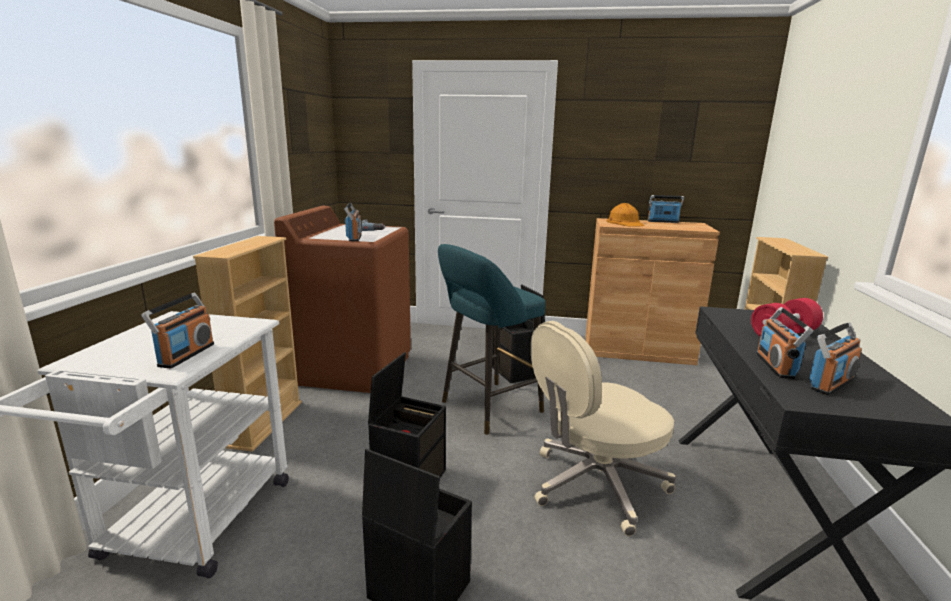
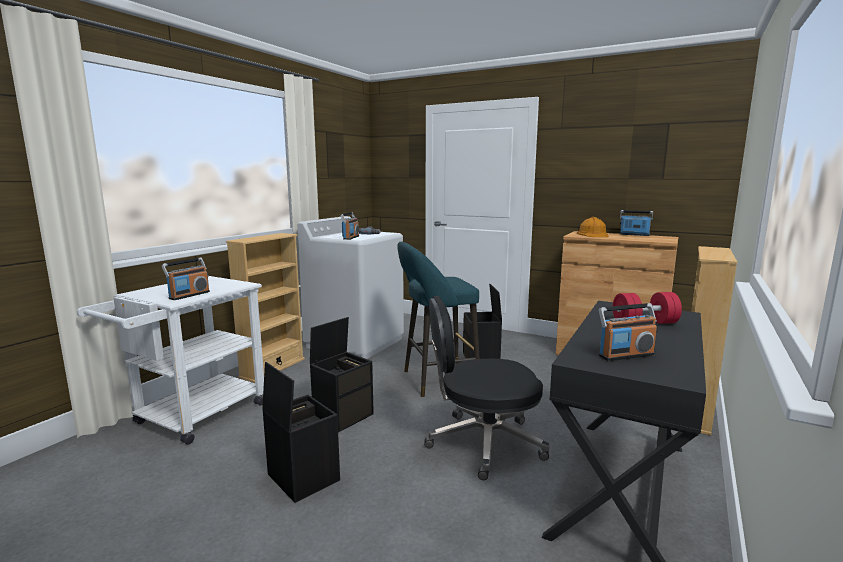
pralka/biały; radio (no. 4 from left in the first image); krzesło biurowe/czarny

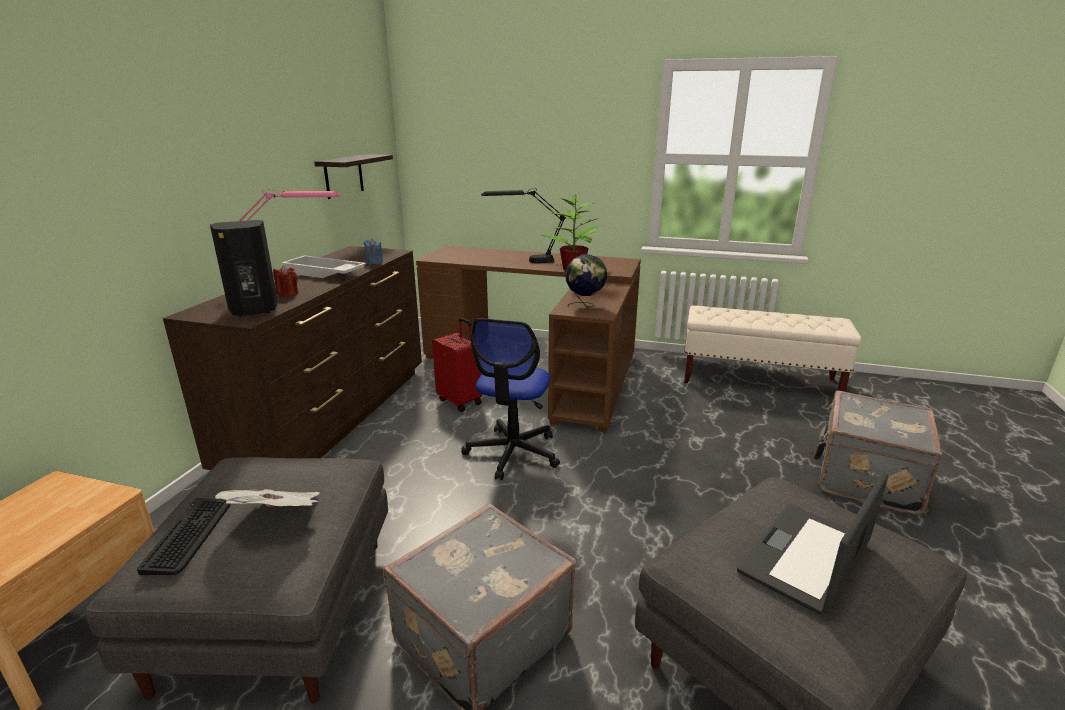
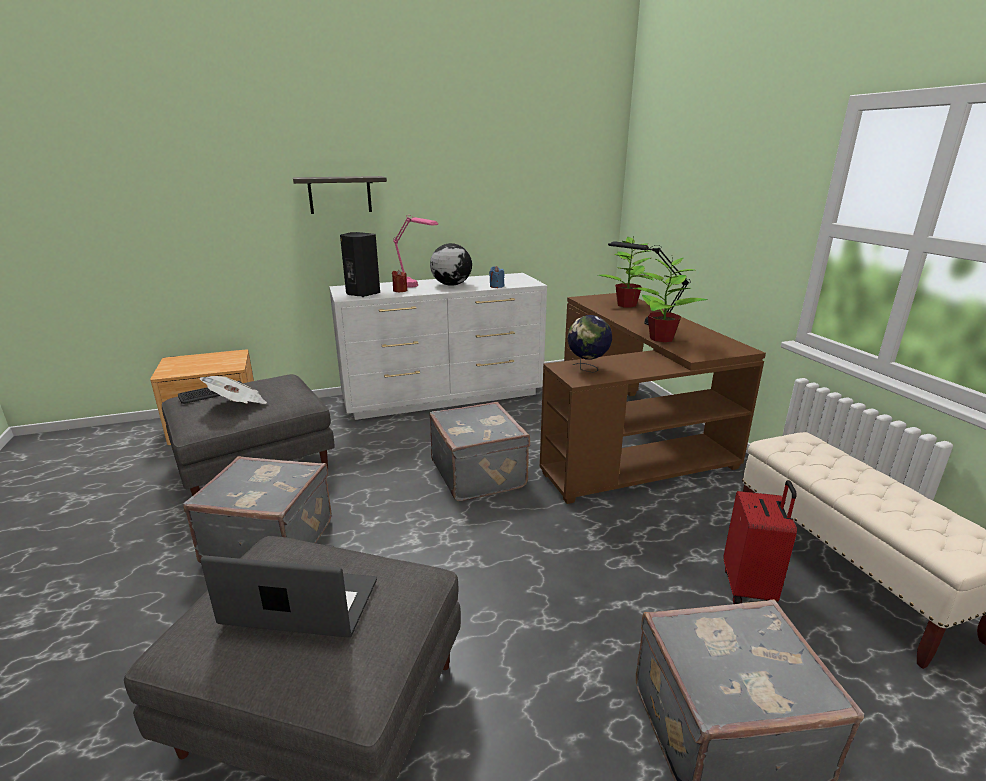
półka; komoda/biały; globus (no. 1 from left); walizka/czerwony; walizka/szary (no. 2 from left); roślina doniczkowa (no. 1 from left)

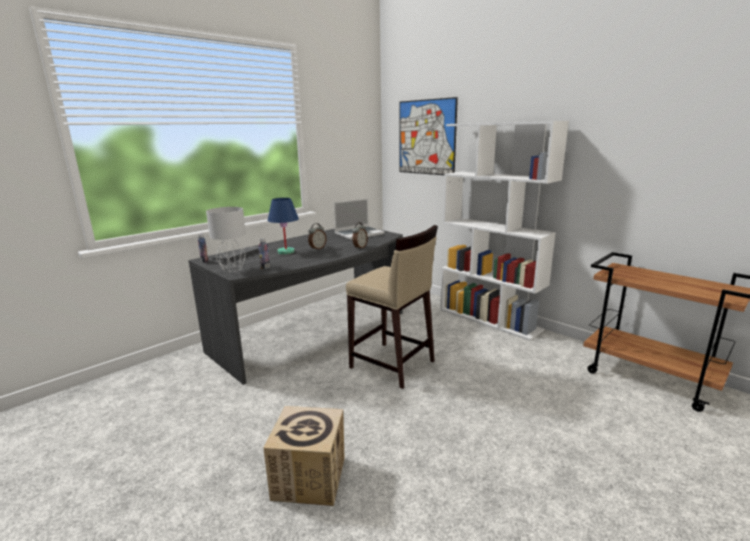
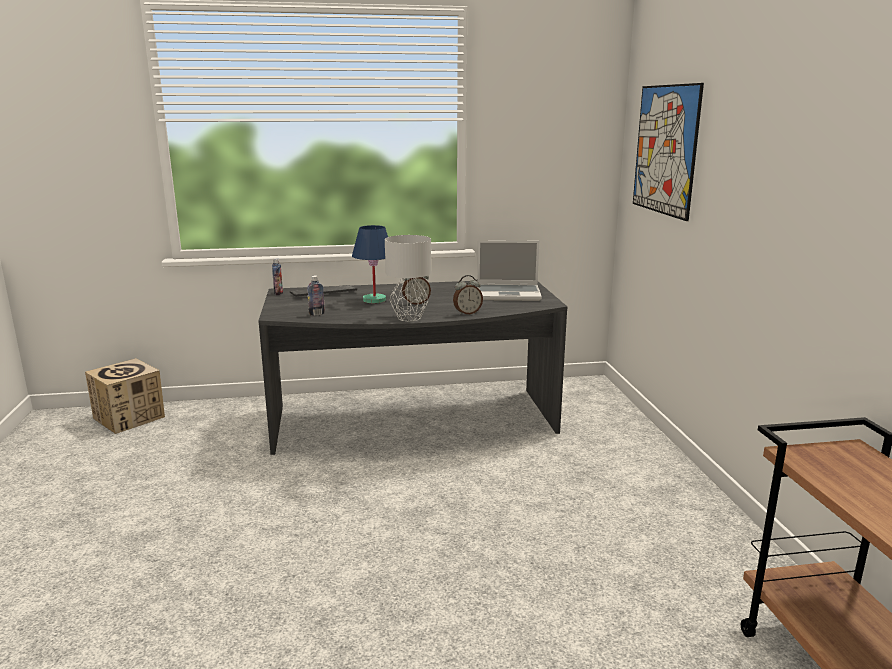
regał/biały; lampa stołowa/szary; stołek/beżowy; karton

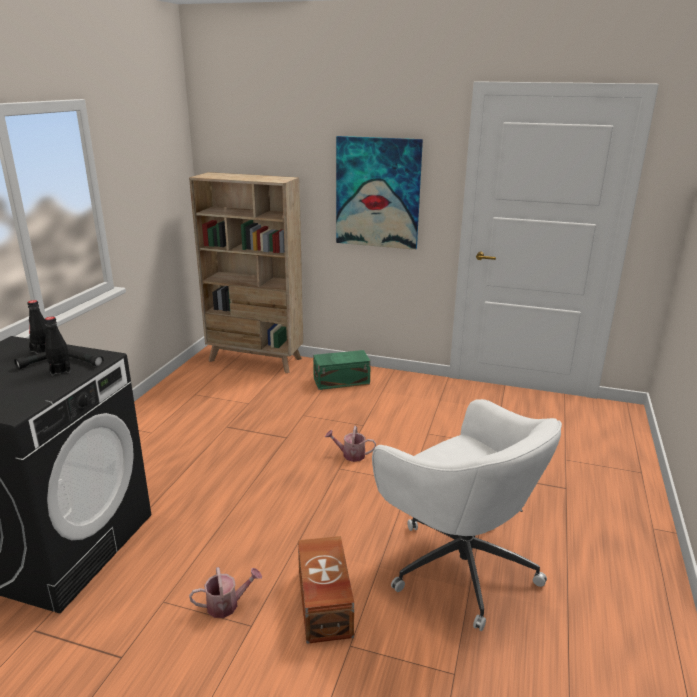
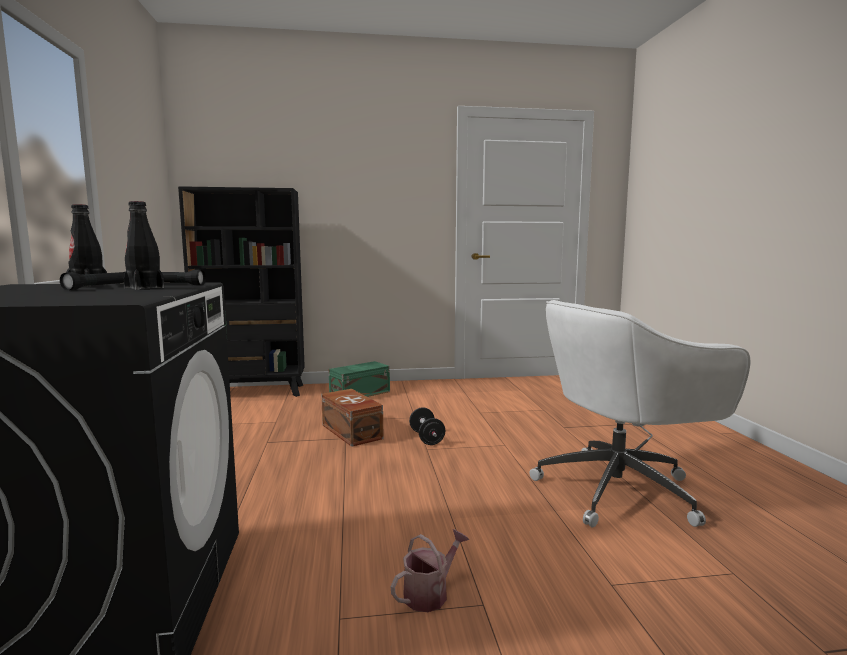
obraz; regał/czarny; krzesło biurowe/biały; hantel/czarny; pojemnik do przechowywania/brązowy

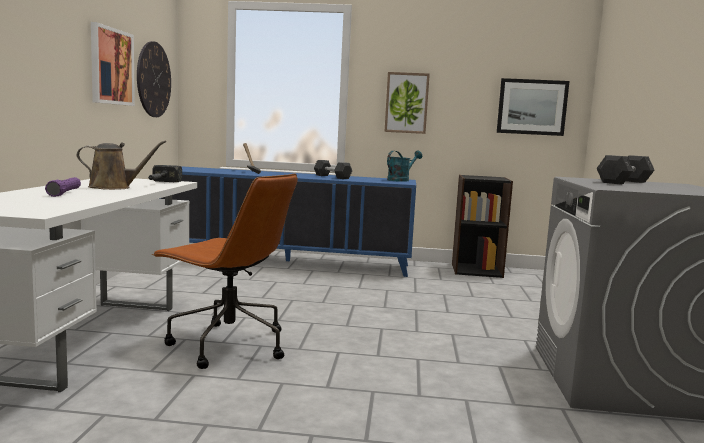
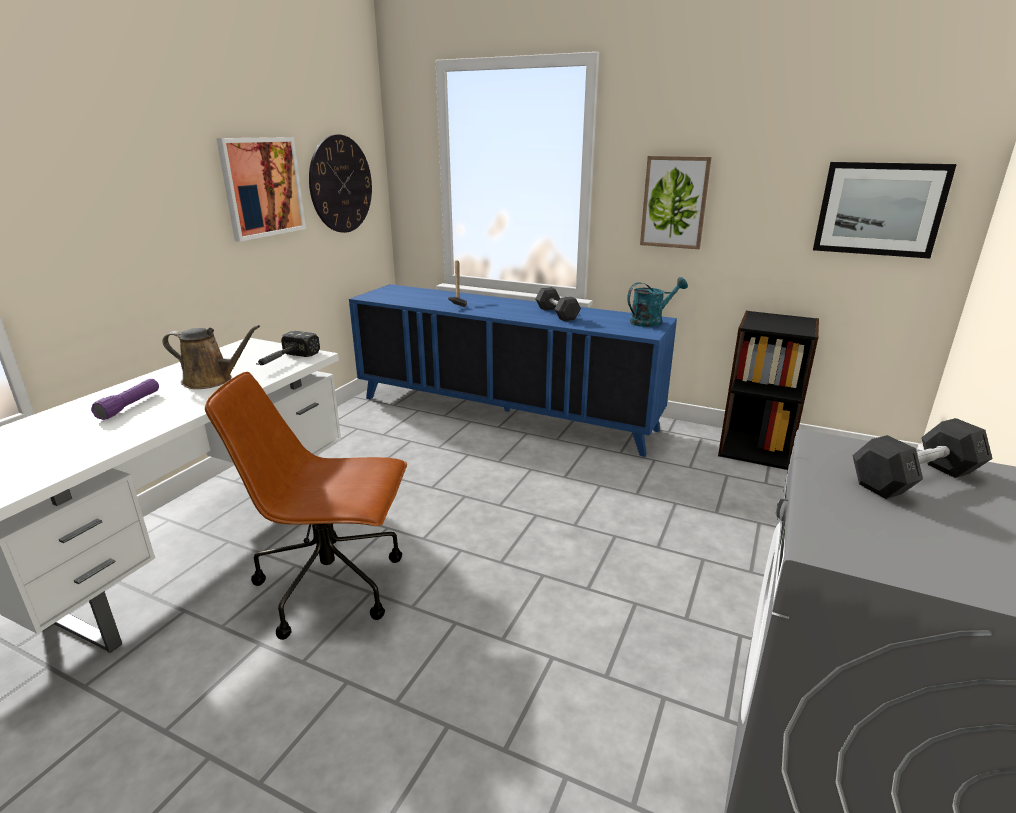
krzesło biurowe/brązowy

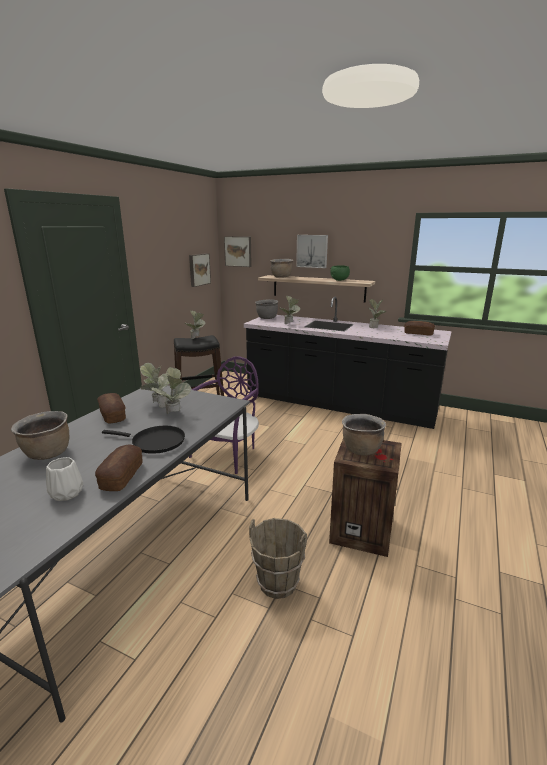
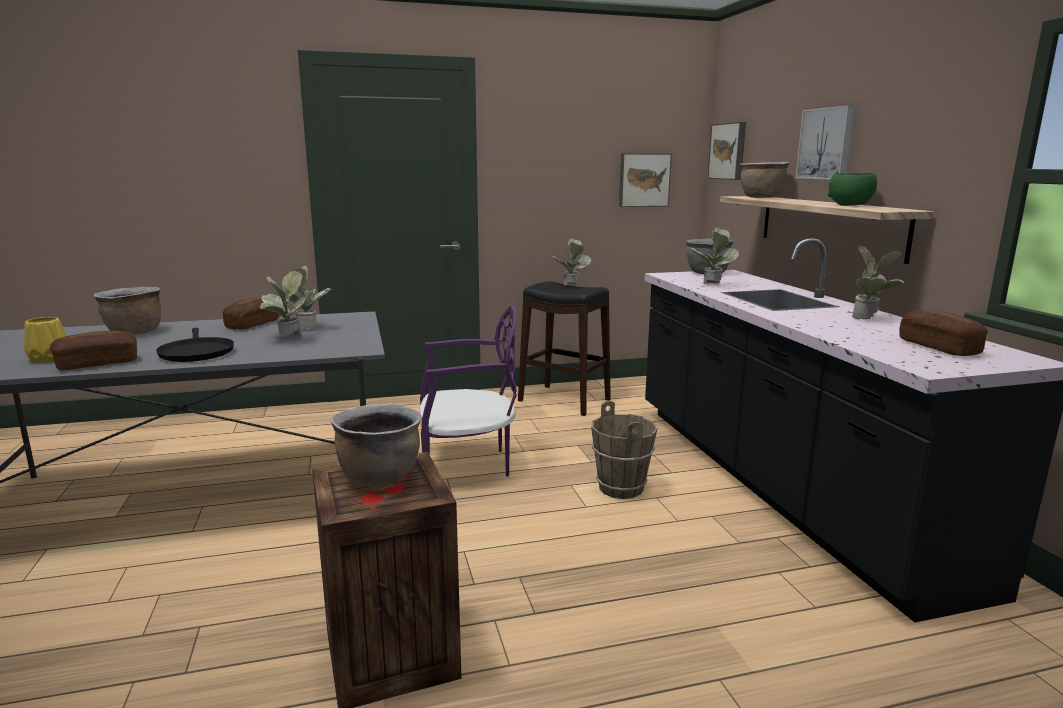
wazon/żółty; wiadro/brązowy

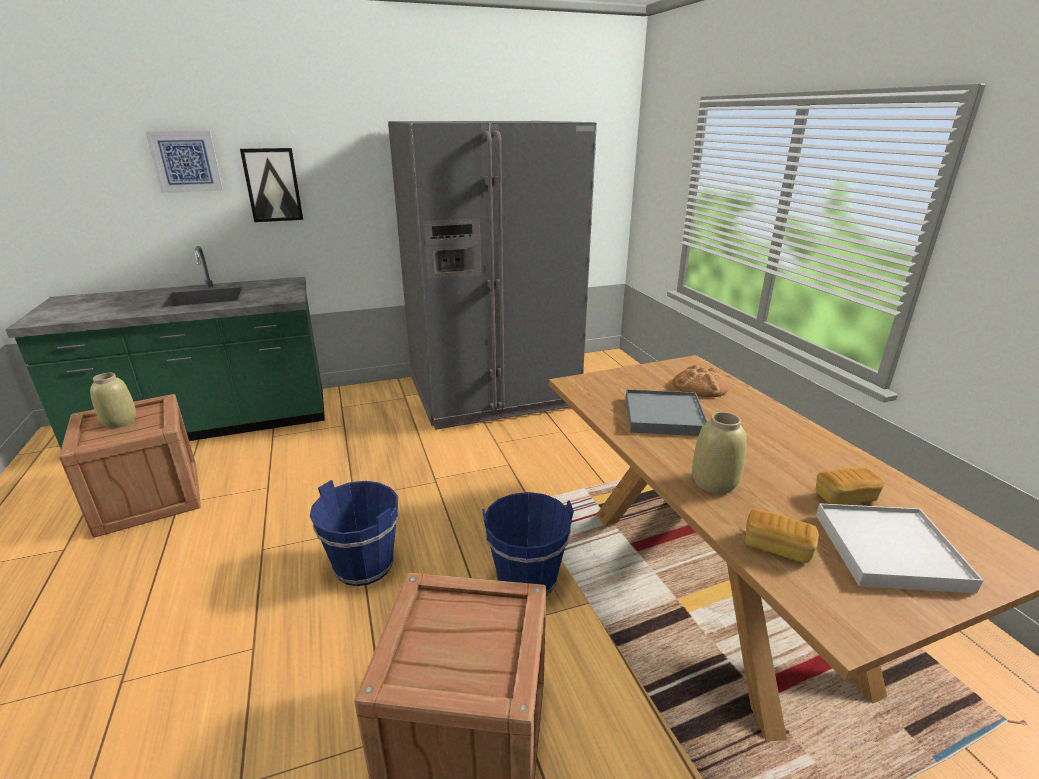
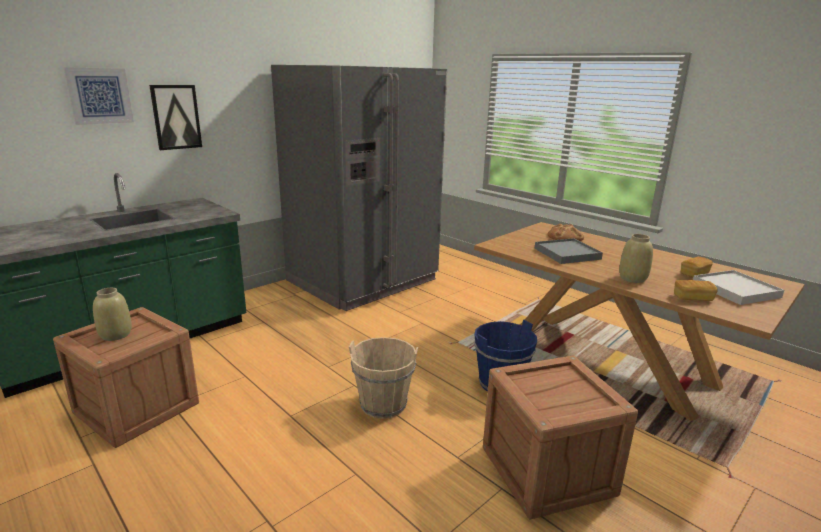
wiadro/beżowy

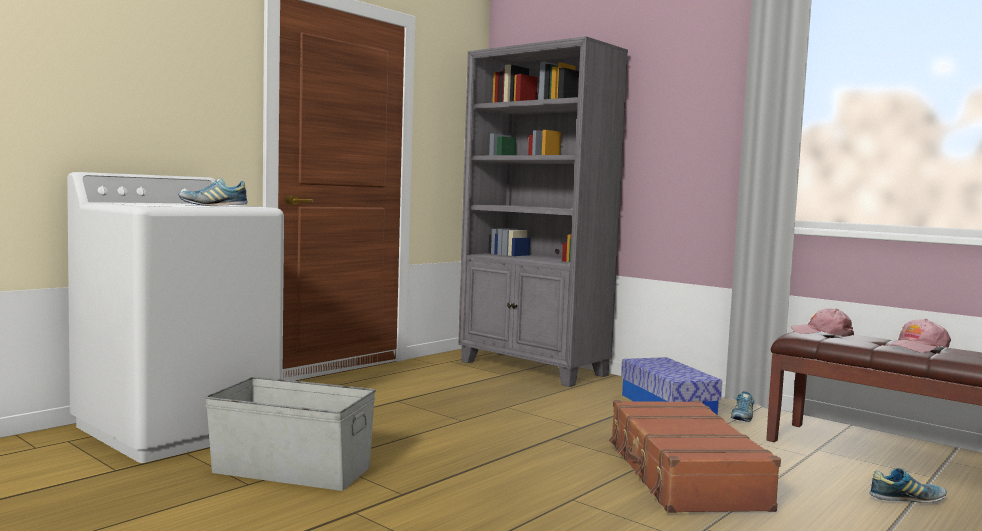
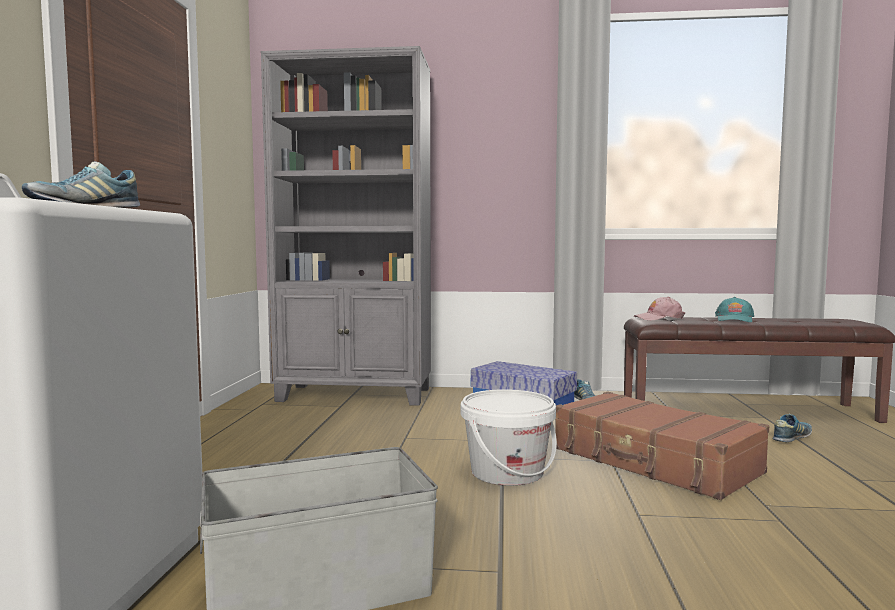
czapka z daszkiem/turkusowy; wiadro/biały

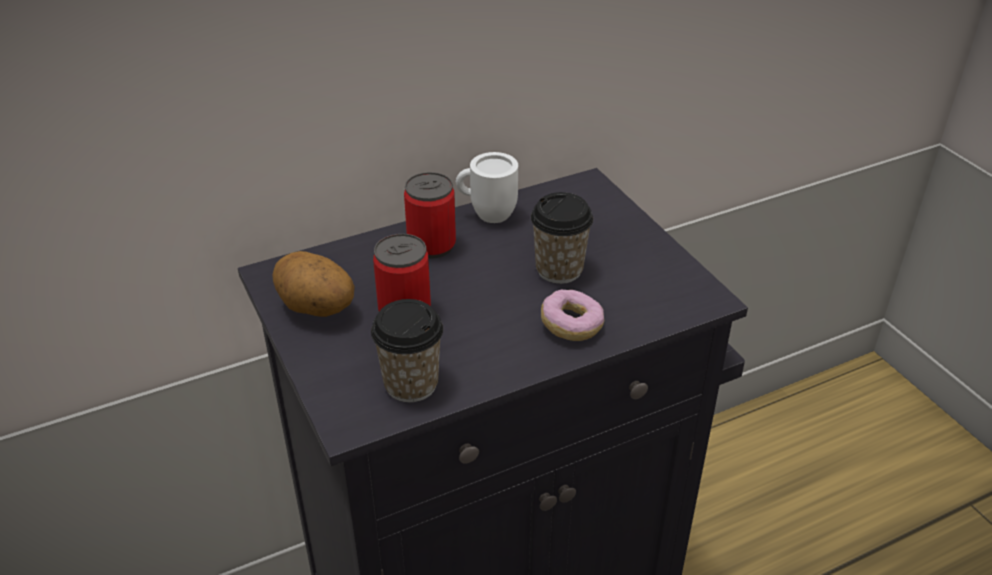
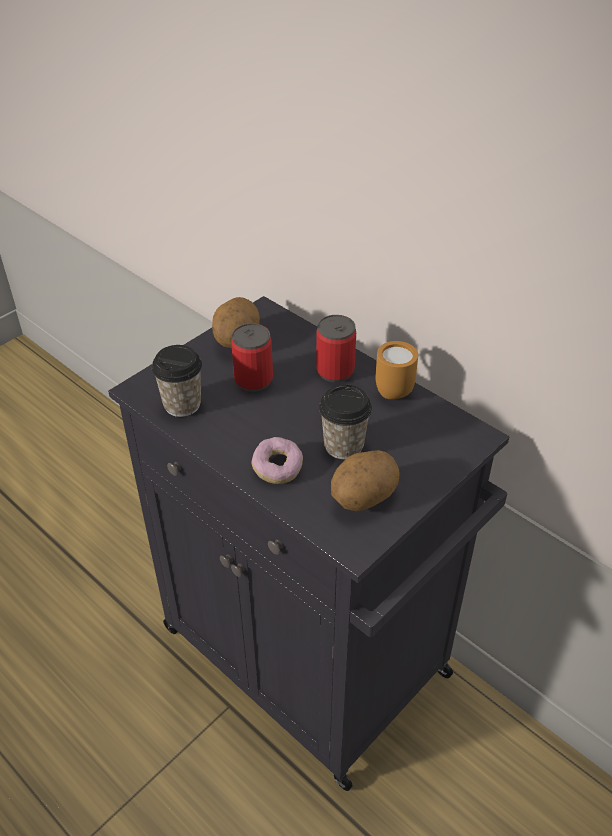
kubek/pomarańczowy; ziemniak (no. 2 from left)

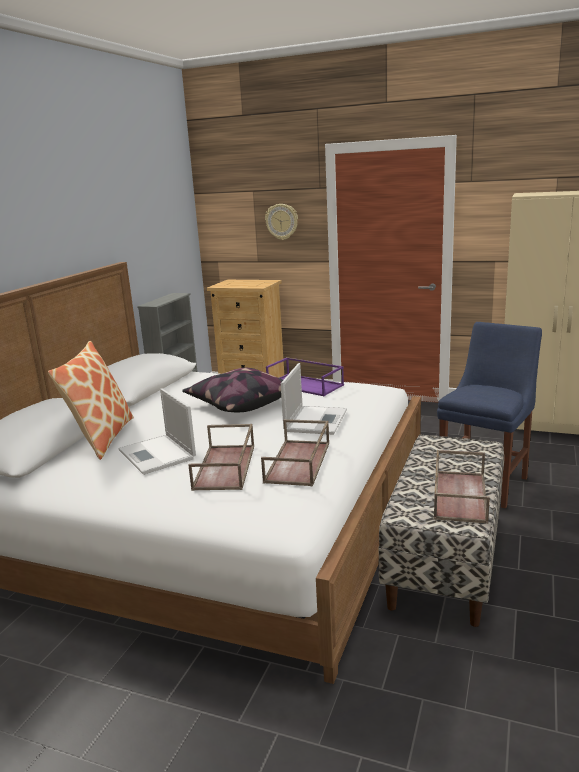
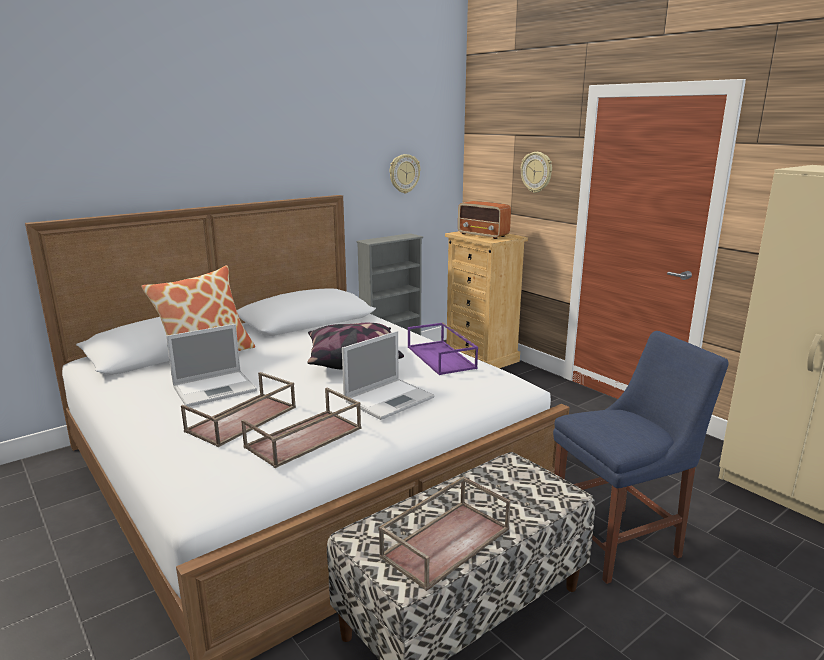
laptop (no. 1 from left); zegar ścienny (no. 1 from left); radio

